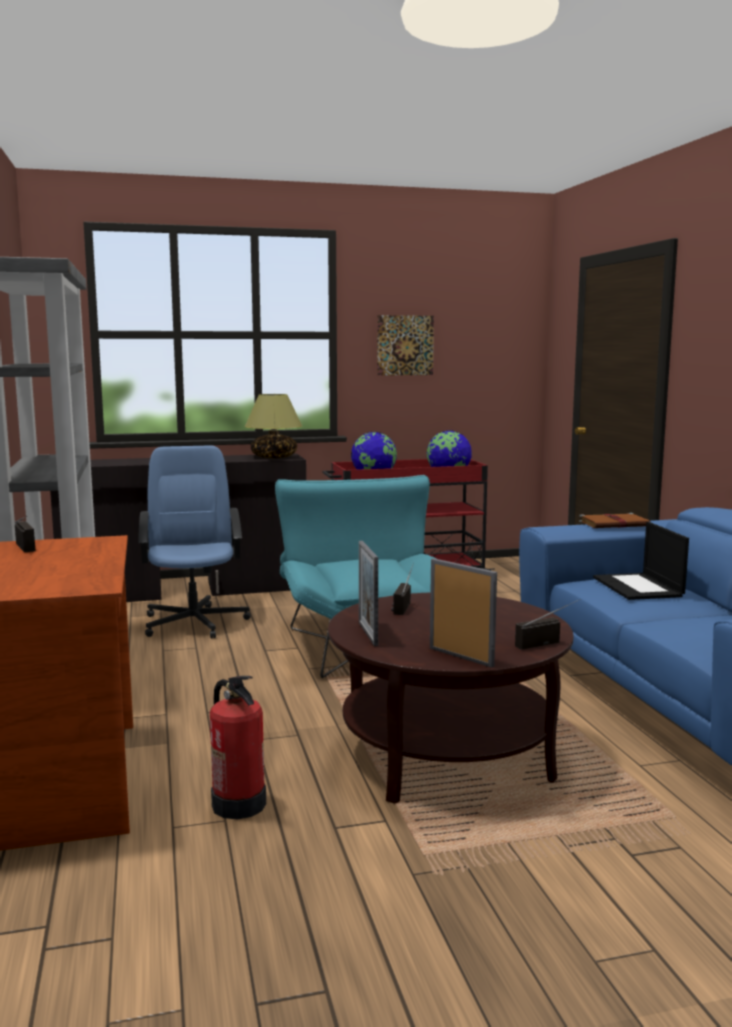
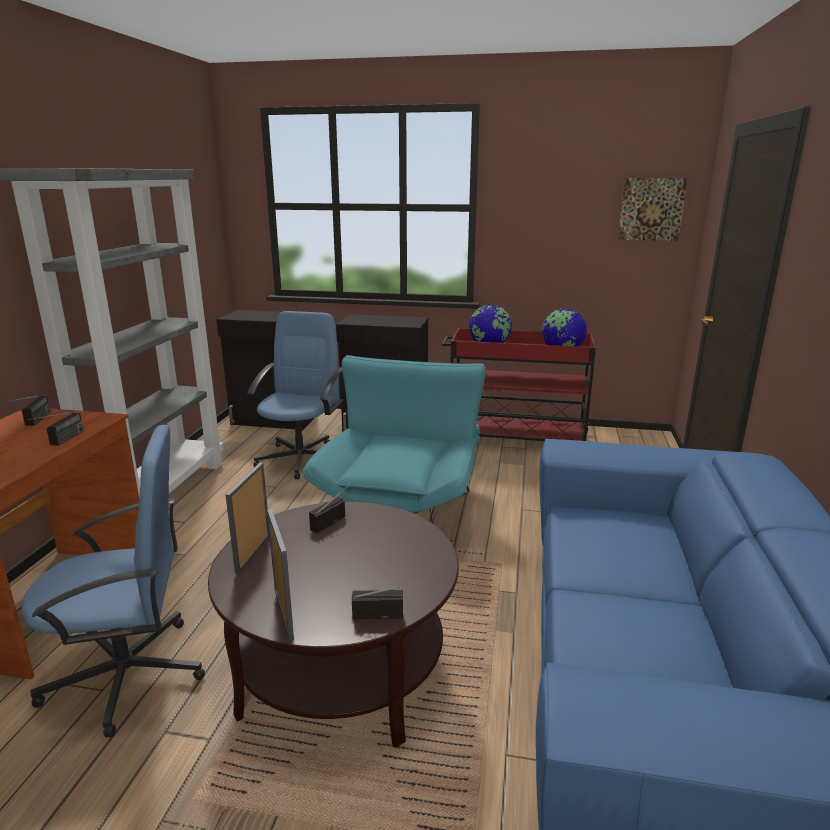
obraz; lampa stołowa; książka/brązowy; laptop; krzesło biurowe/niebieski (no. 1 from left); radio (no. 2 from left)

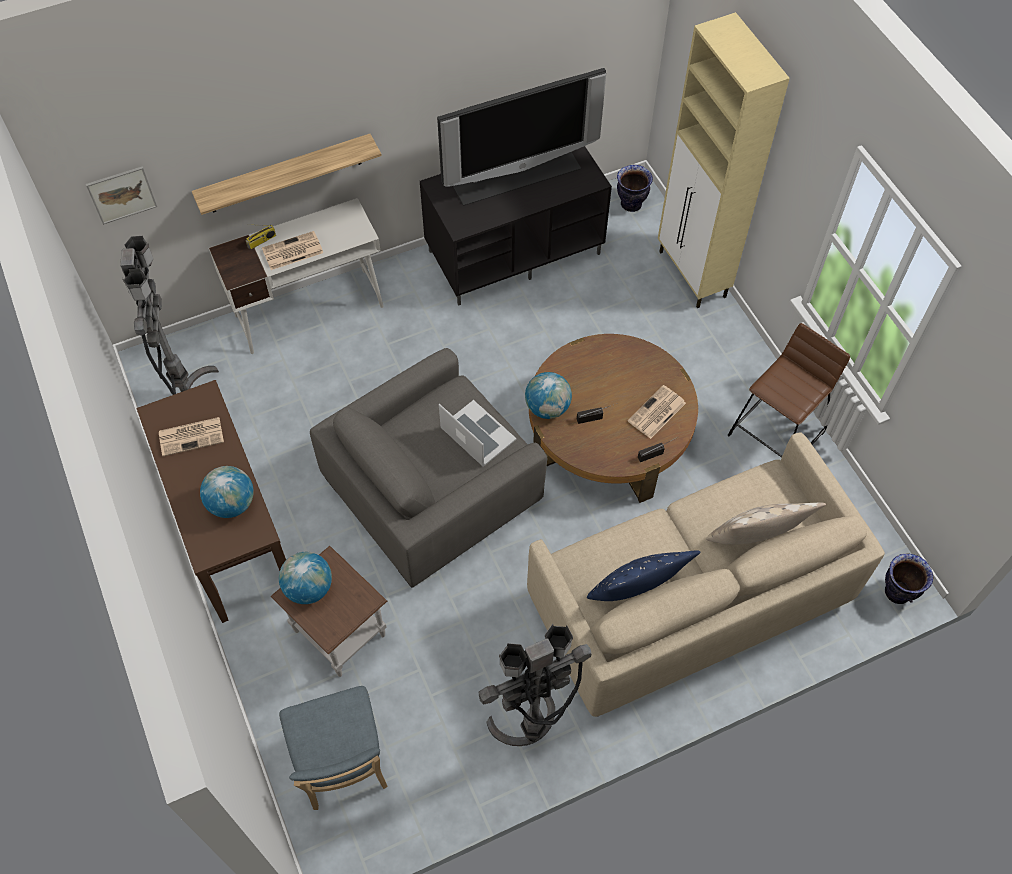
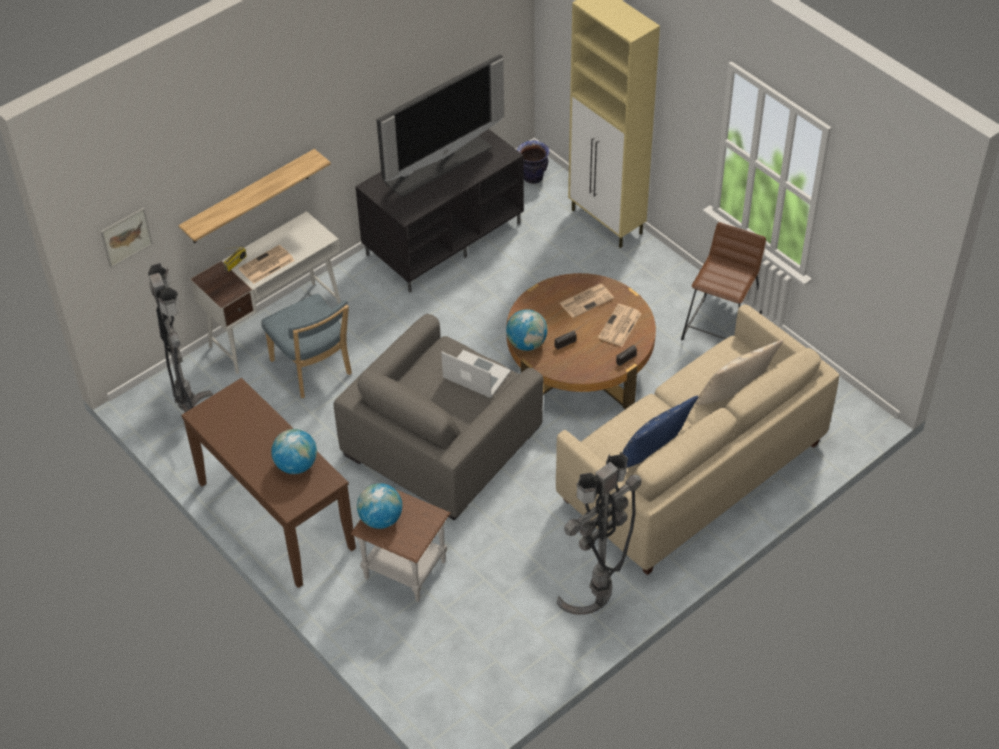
gazeta (no. 2 from left); wazon (no. 2 from left in the first image); krzesło/niebieski

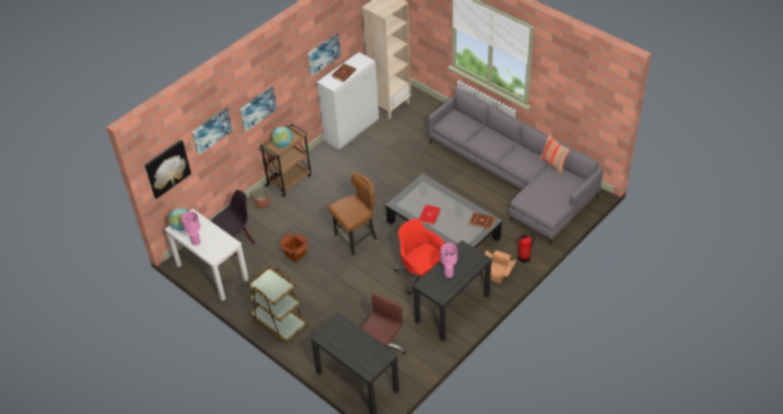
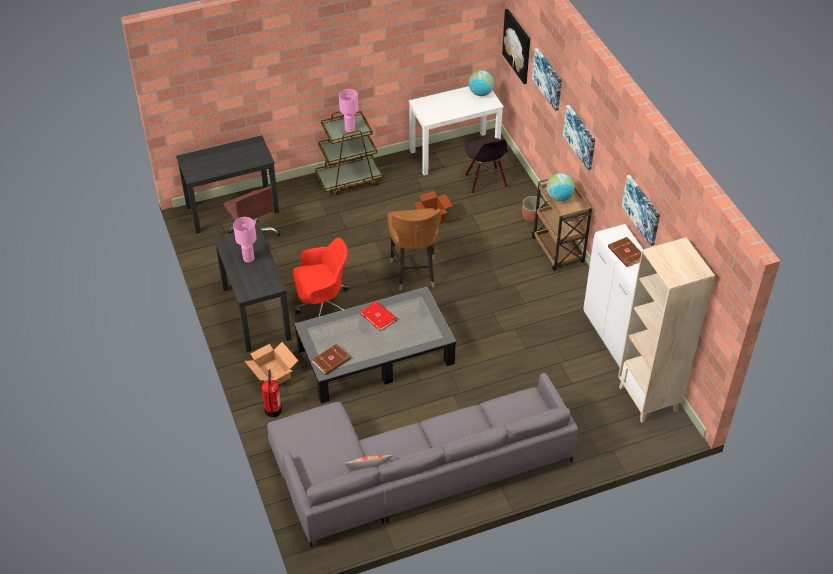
lampa stołowa/różowy (no. 2 from left)

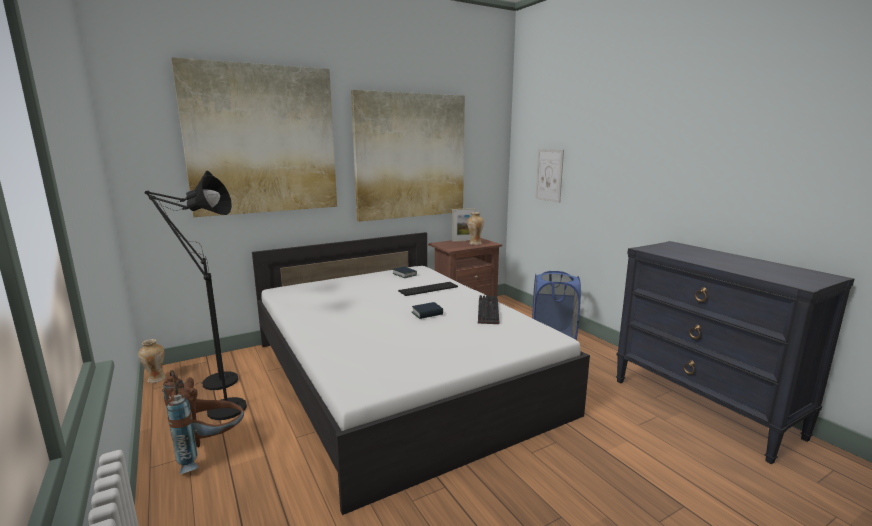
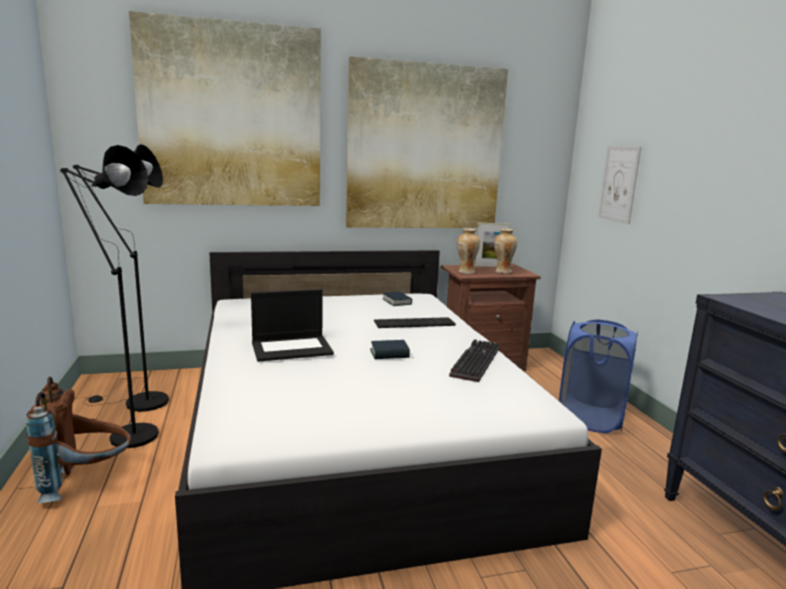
wazon (no. 1 from left); laptop

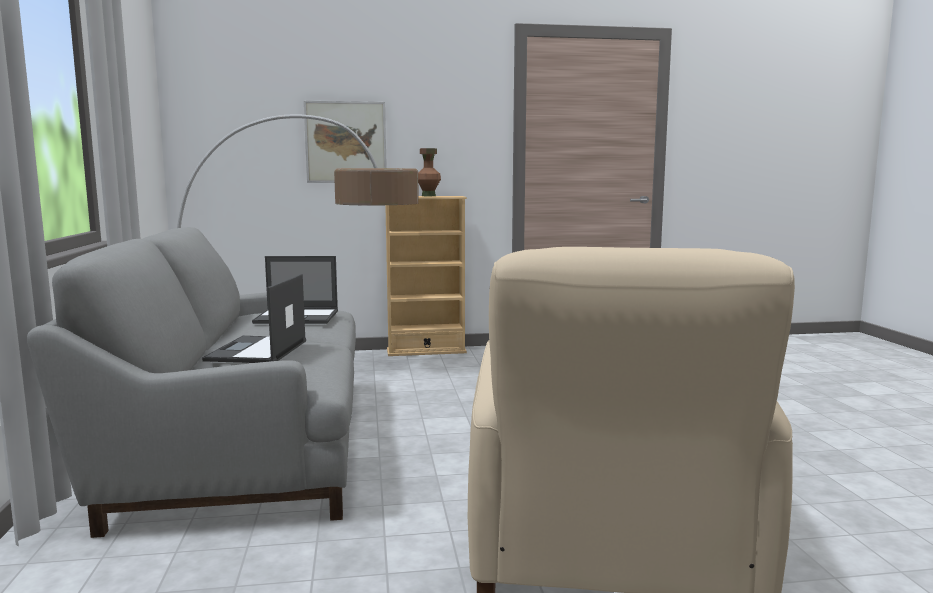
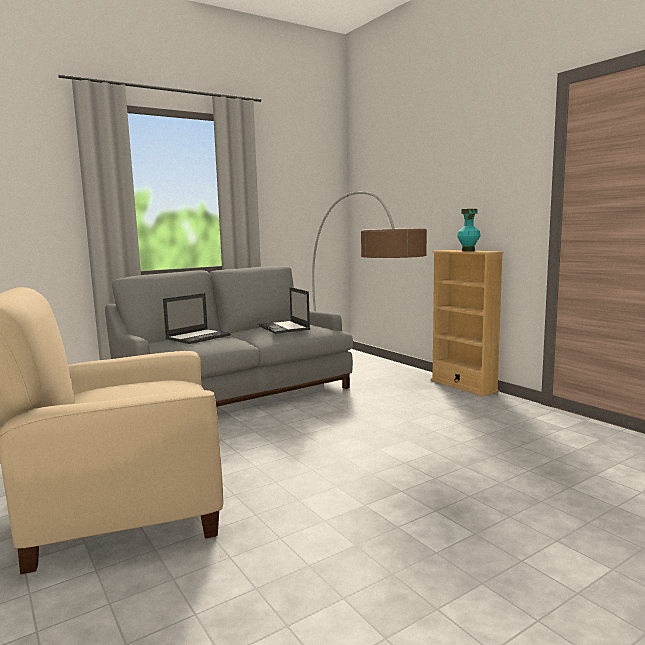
obraz; wazon/turkusowy; laptop (no. 1 from left)

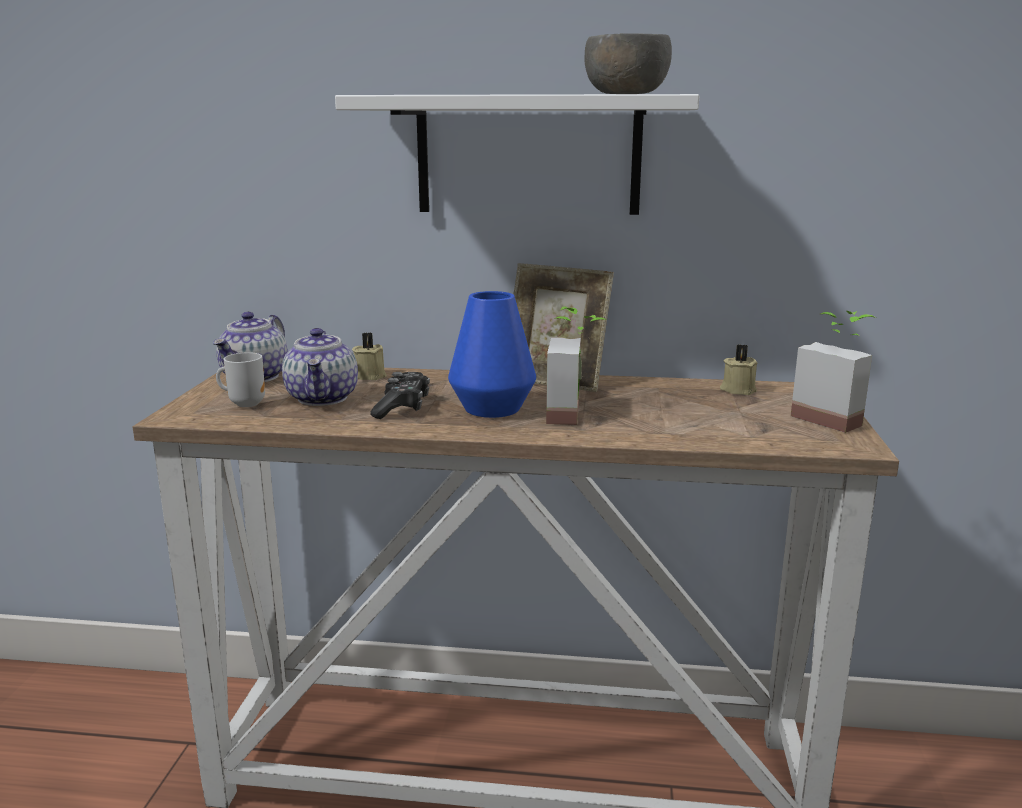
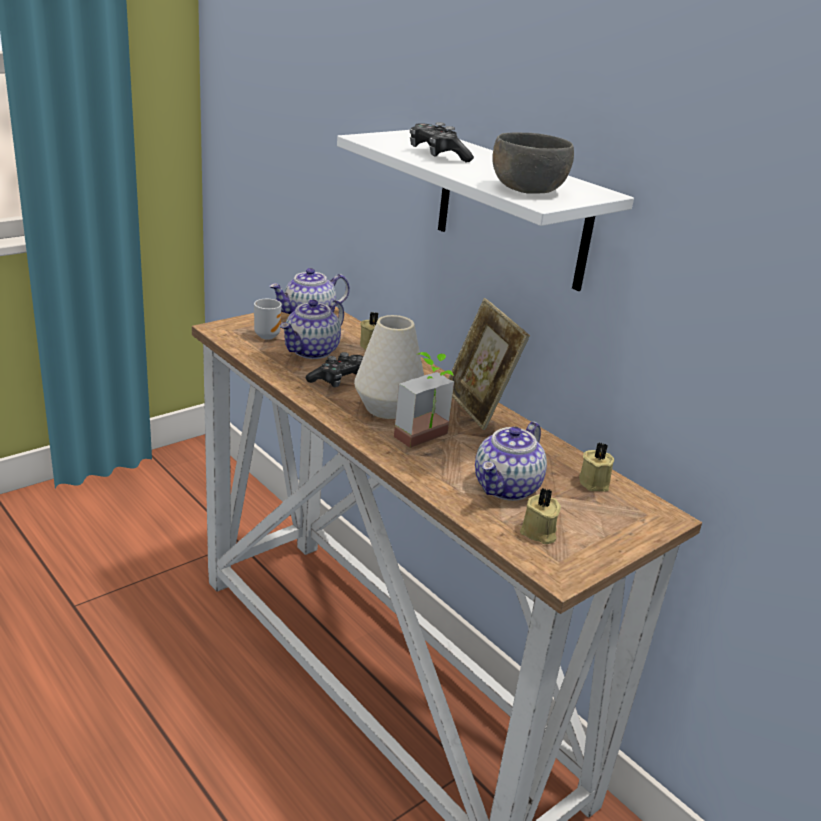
wazon/biały; roślina doniczkowa (no. 2 from left in the first image); pad do gier (no. 2 from left); imbryk (no. 3 from left); świeca/beżowy (no. 2 from left)

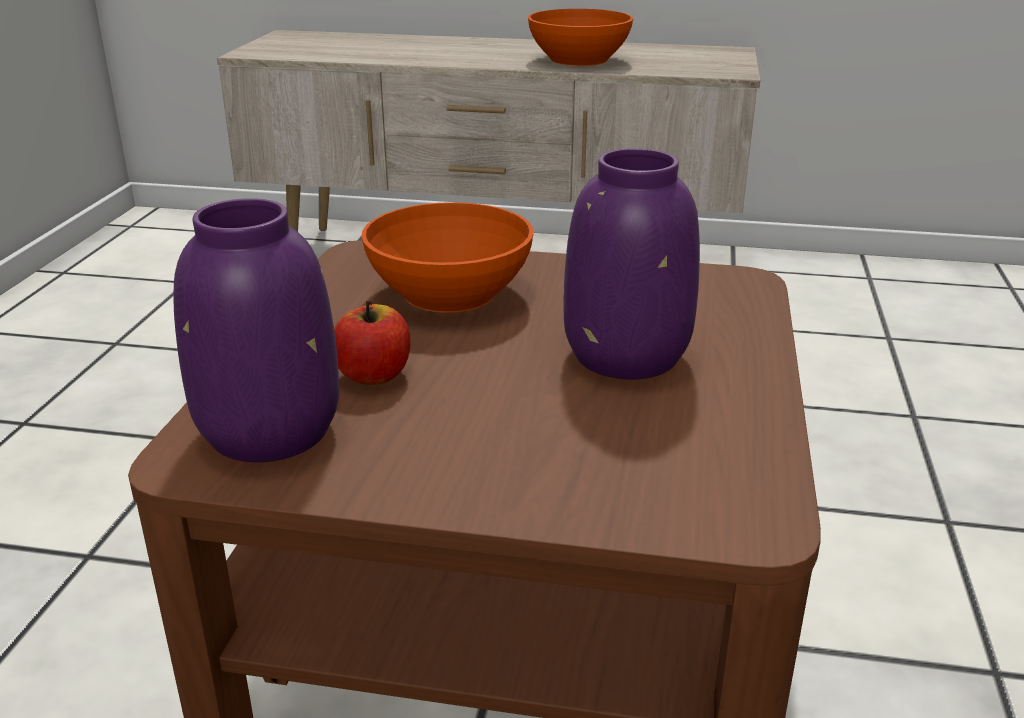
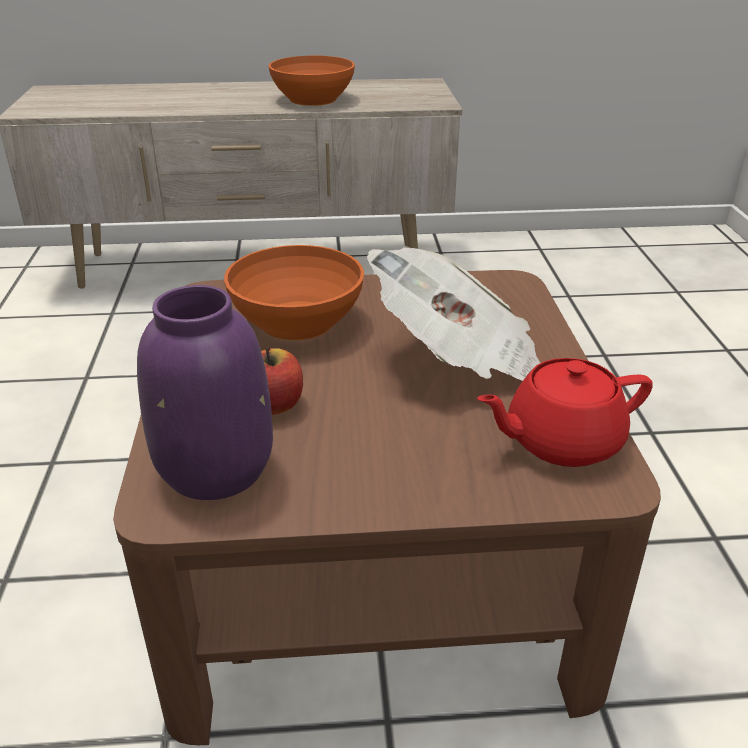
gazeta; imbryk/czerwony

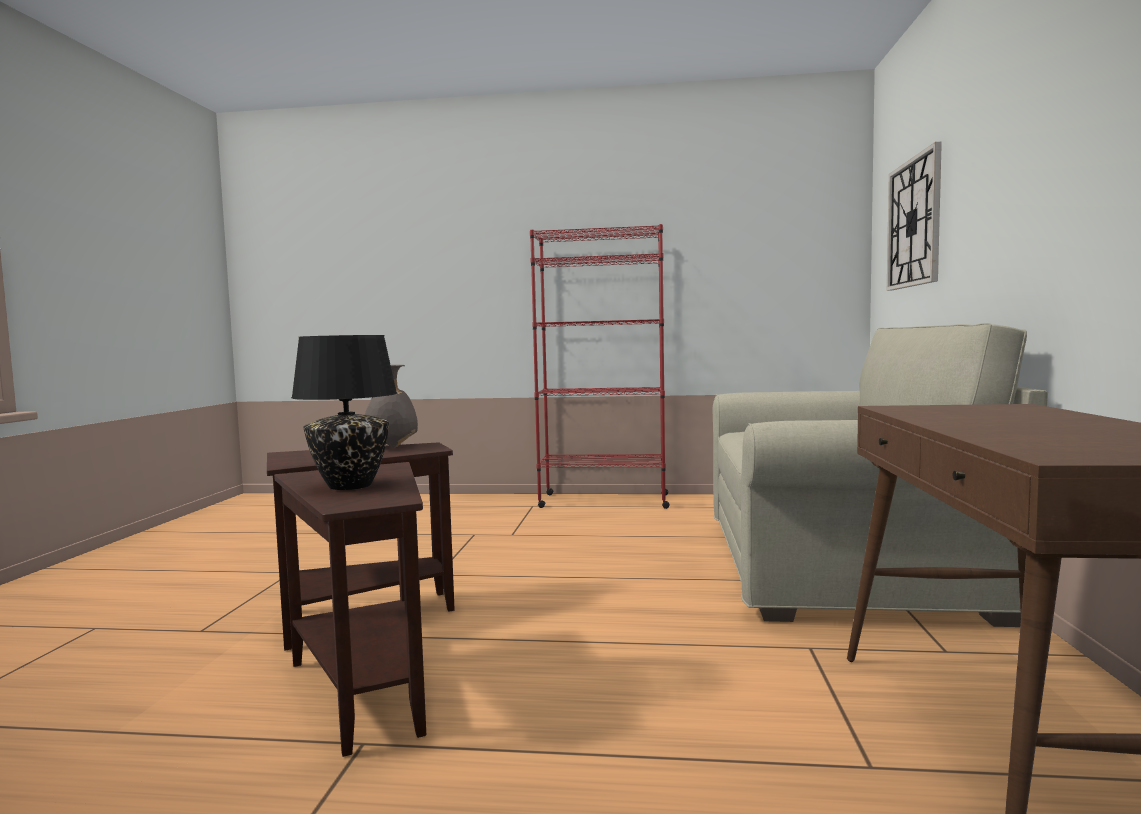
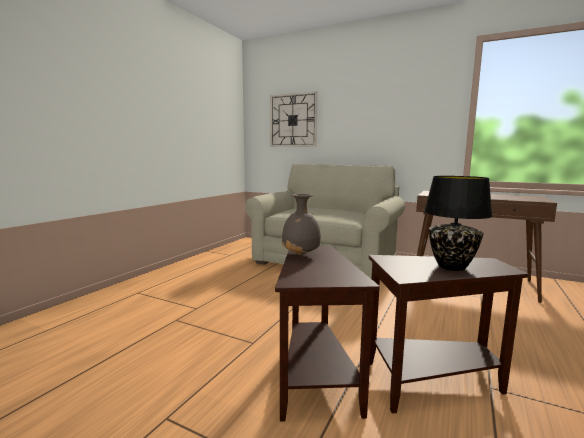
regał/czerwony

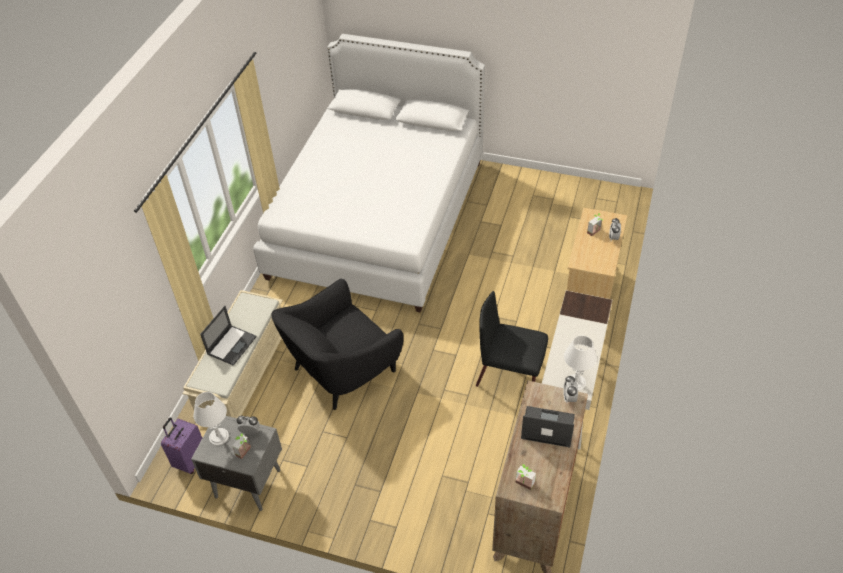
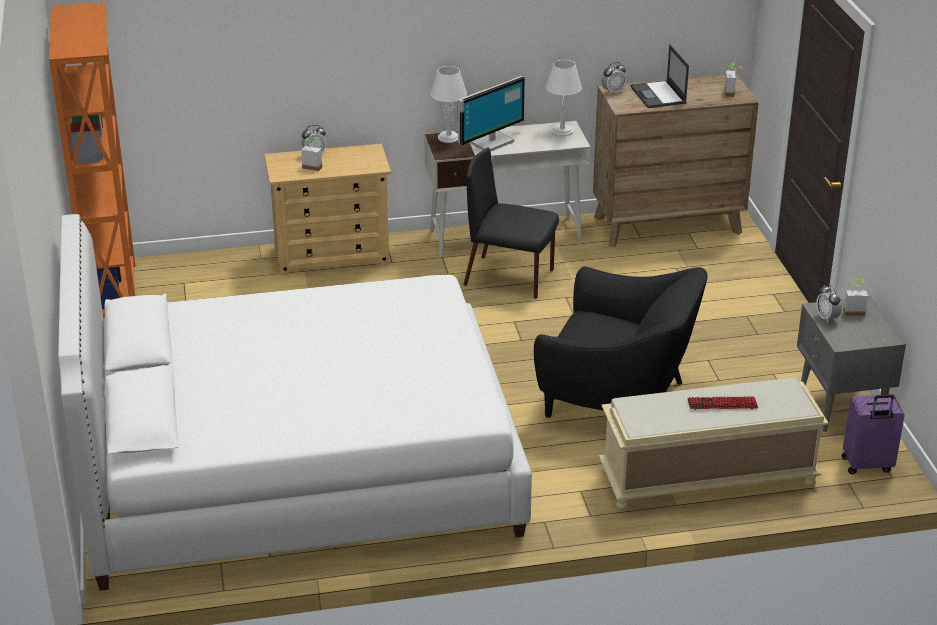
krzesło/czarny; klawiatura; lampa stołowa/biały (no. 1 from left); regał/pomarańczowy; monitor

